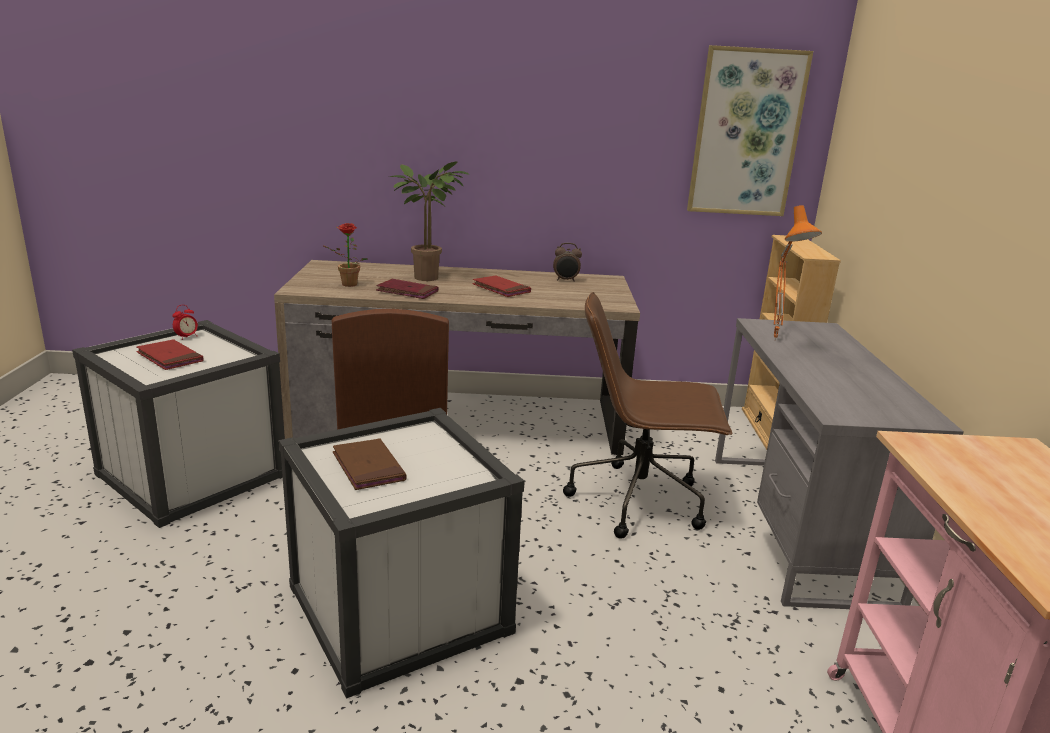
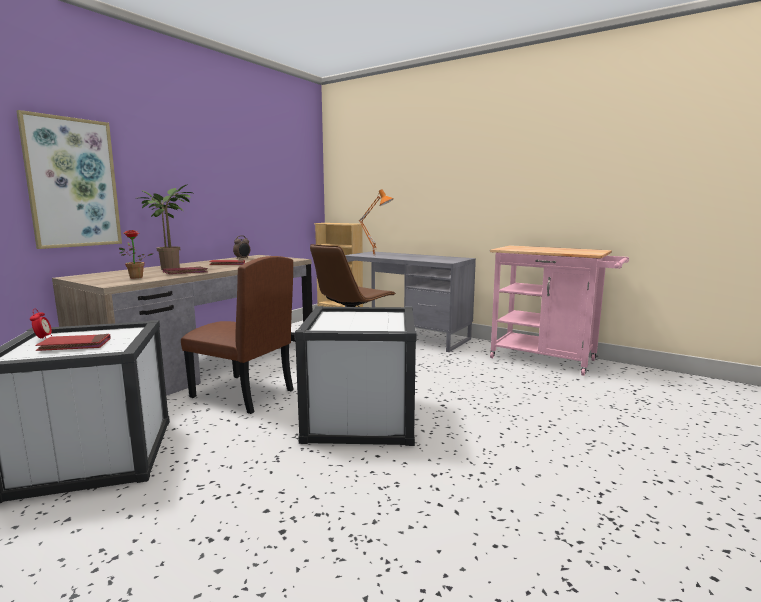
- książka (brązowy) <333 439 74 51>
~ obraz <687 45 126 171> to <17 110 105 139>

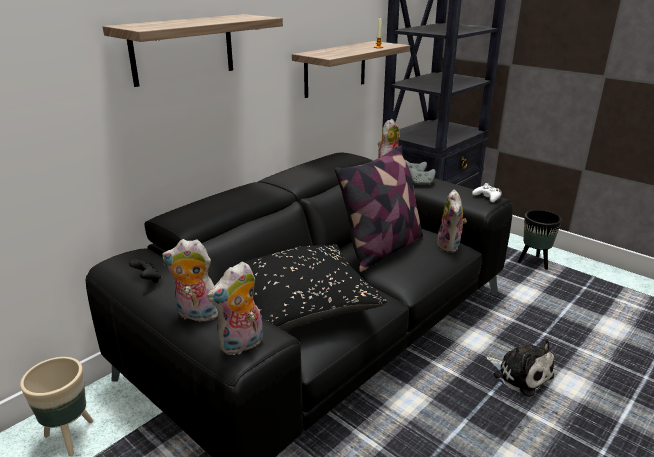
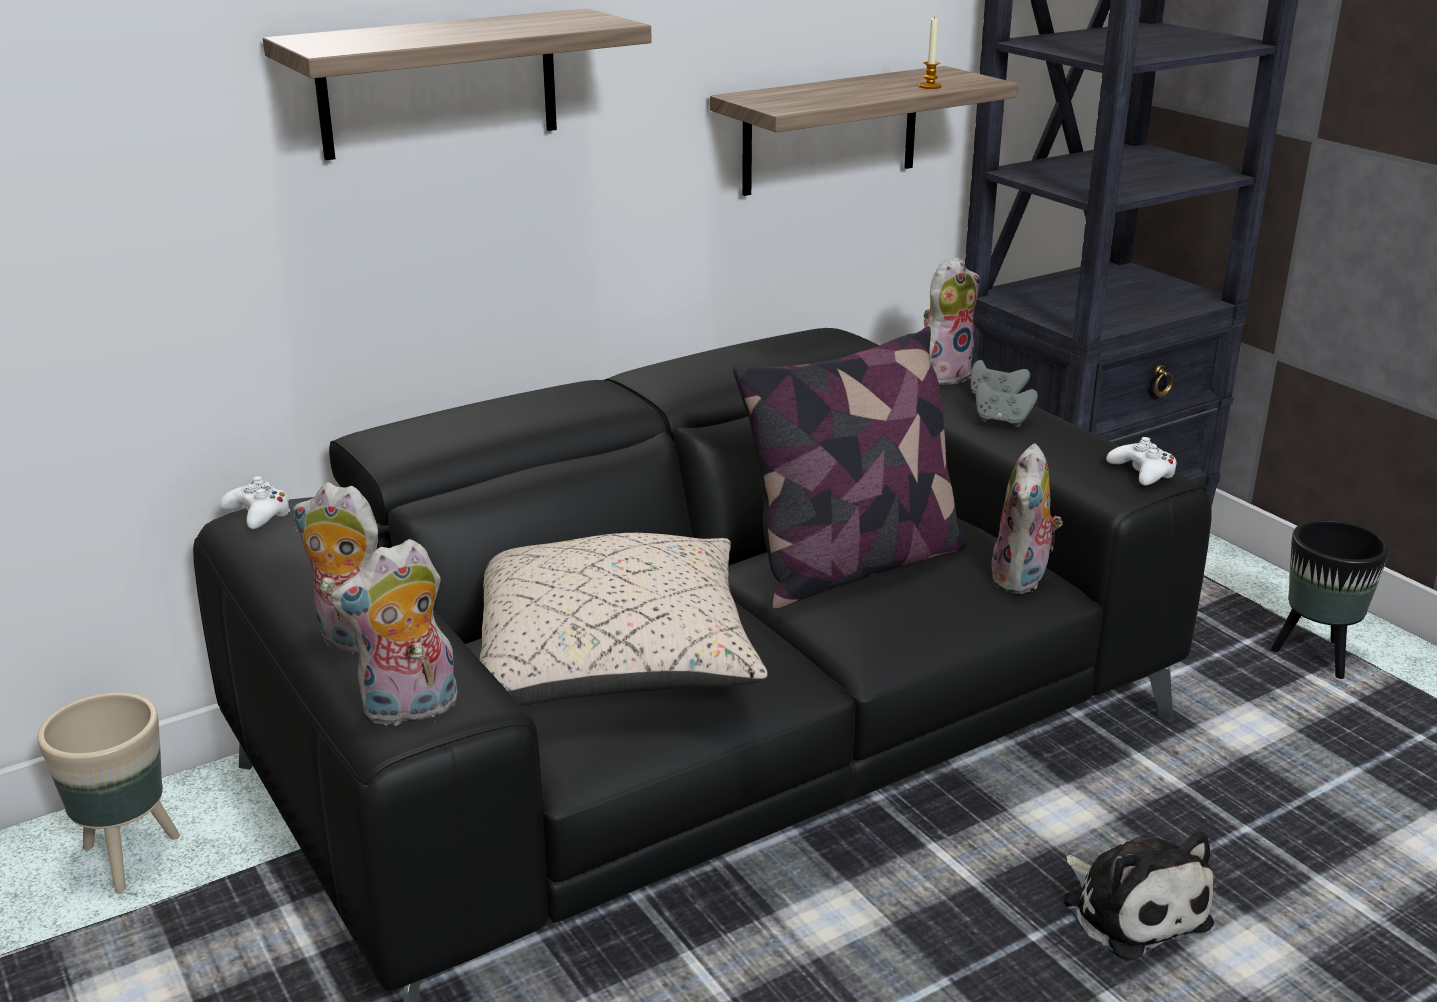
- pad do gier (czarny) <129 259 32 24>
~ poduszka (czarny) <245 244 142 87> to poduszka (beżowy) <479 533 289 173>
+ pad do gier (biały) <220 476 71 53>

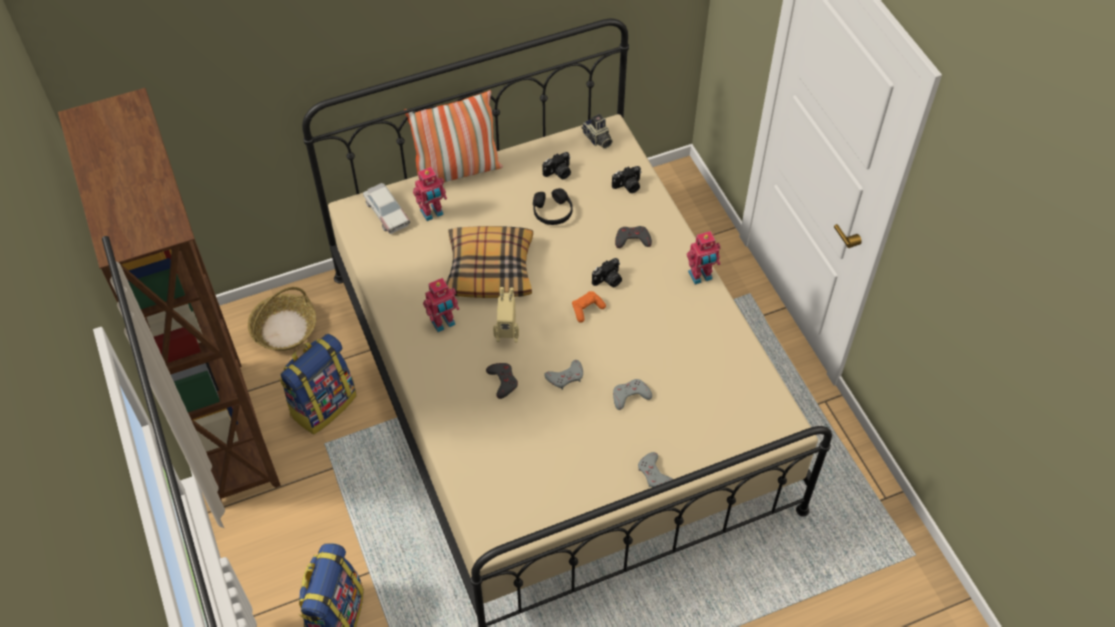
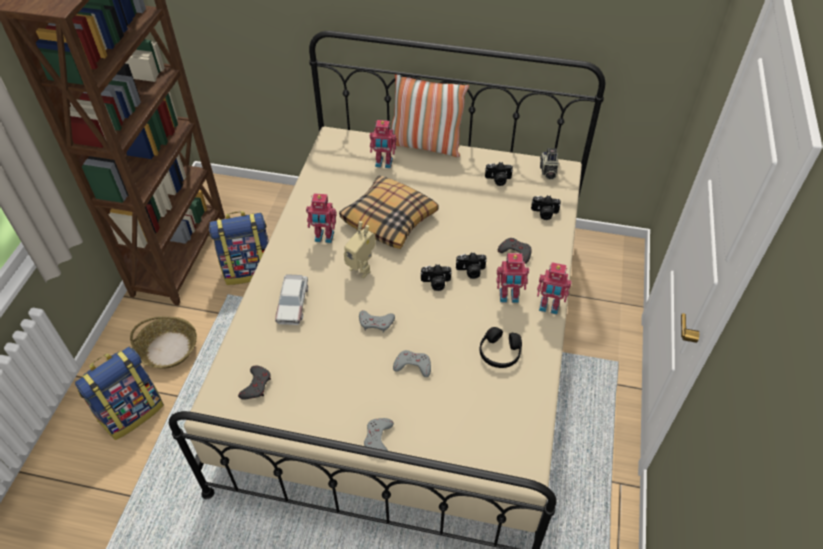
~ koszyk <248 287 68 64> to <130 316 67 53>
~ samochodzik <363 183 47 51> to <275 274 33 51>
~ pad do gier (szary) <486 363 32 36> to <238 365 33 35>
~ słuchawki (czarny) <533 188 40 37> to <479 327 43 41>
~ pad do gier (pomarańczowy) <572 291 34 32> to aparat fotograficzny <421 264 31 27>
+ robot zabawkowy <496 253 33 50>

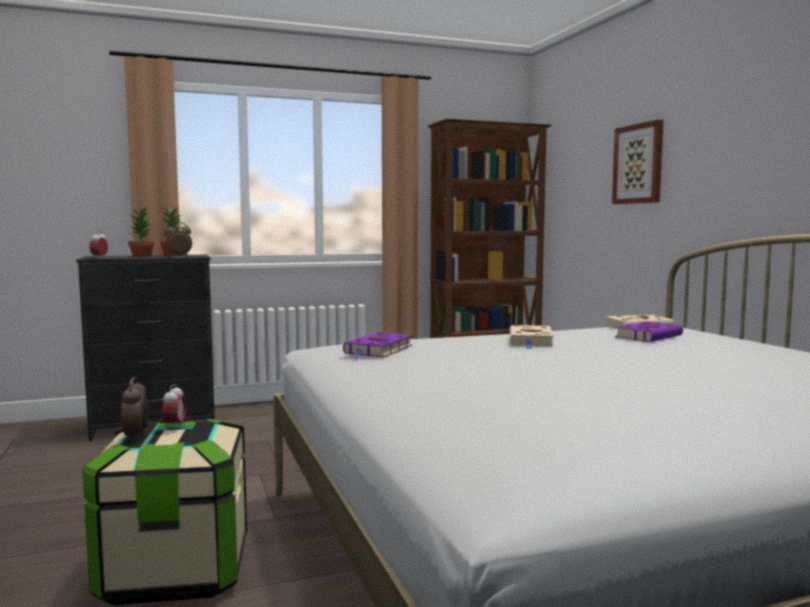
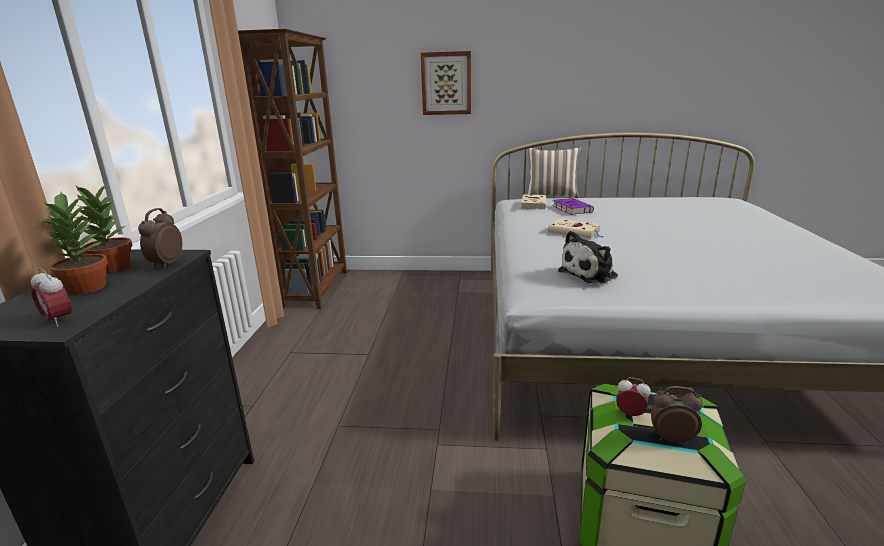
~ książka (fioletowy) <343 332 69 27> to pluszak <558 231 60 53>
+ poduszka <527 147 55 51>

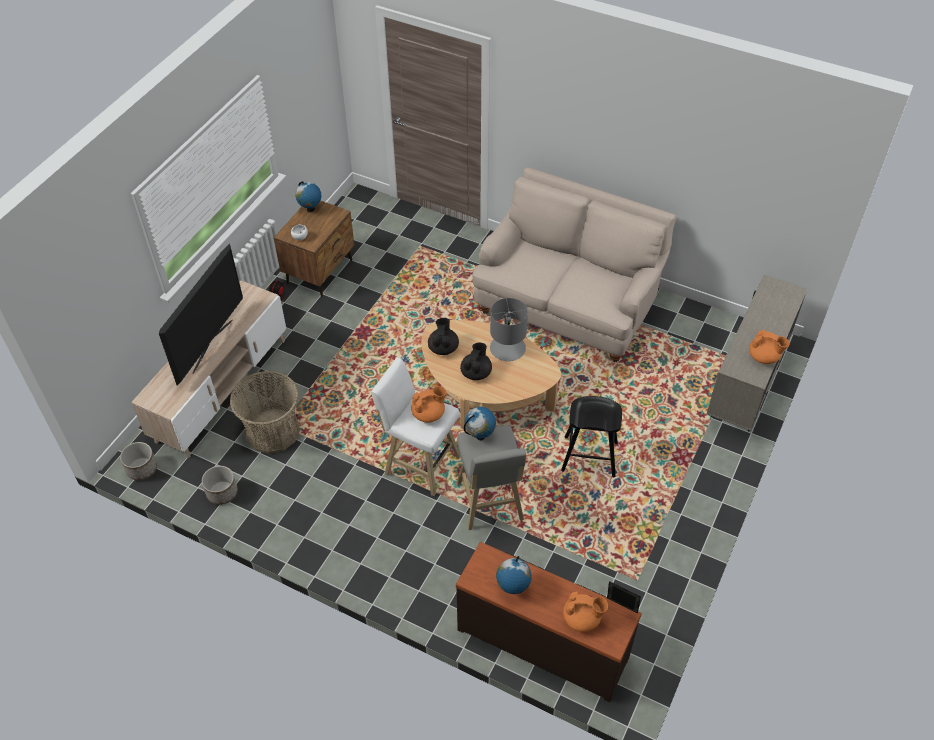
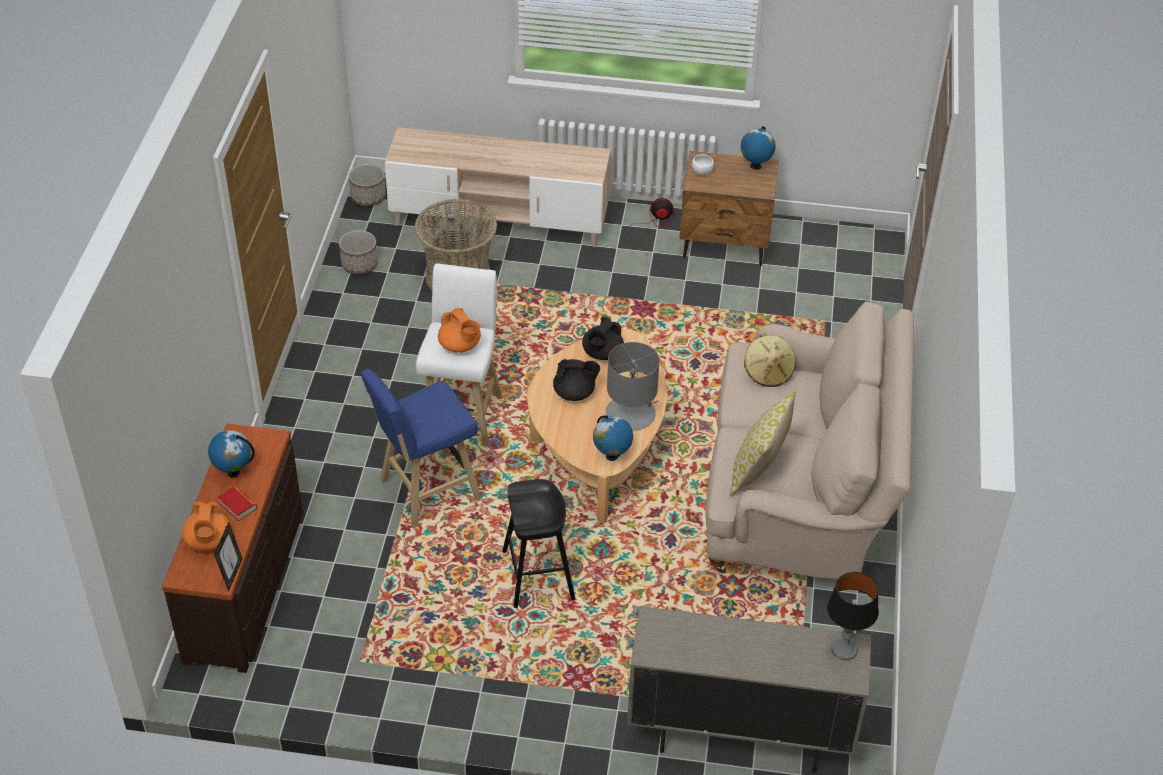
- telewizor <159 244 84 141>
~ imbryk (czarny) <428 318 31 37> = <582 317 42 43> 135 degrees clockwise
~ stołek (szary) <457 425 69 105> to stołek (niebieski) <361 369 120 160>
~ globus <464 407 32 33> to <593 415 40 46>
- imbryk (pomarańczowy) <749 330 41 34>
+ książka <217 486 40 35>
+ poduszka <730 390 66 106>
+ kapelusz (beżowy) <744 334 52 53>
+ lampa stołowa <827 572 52 88>

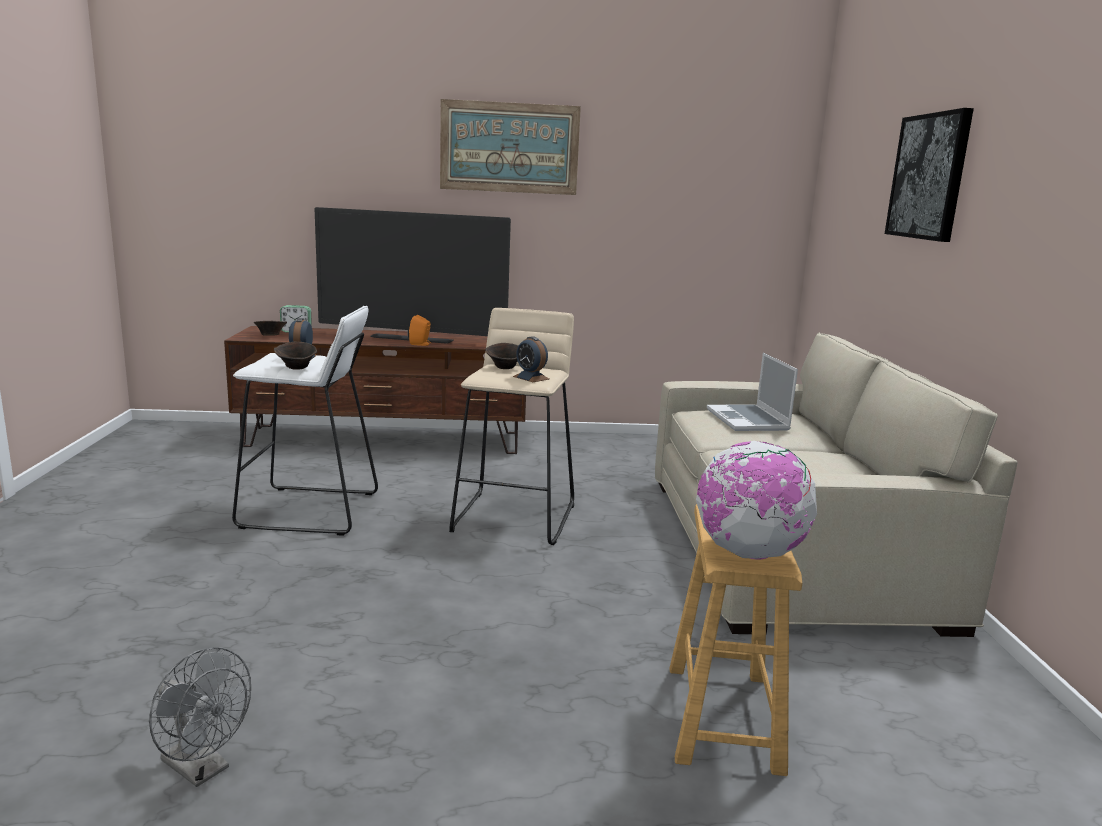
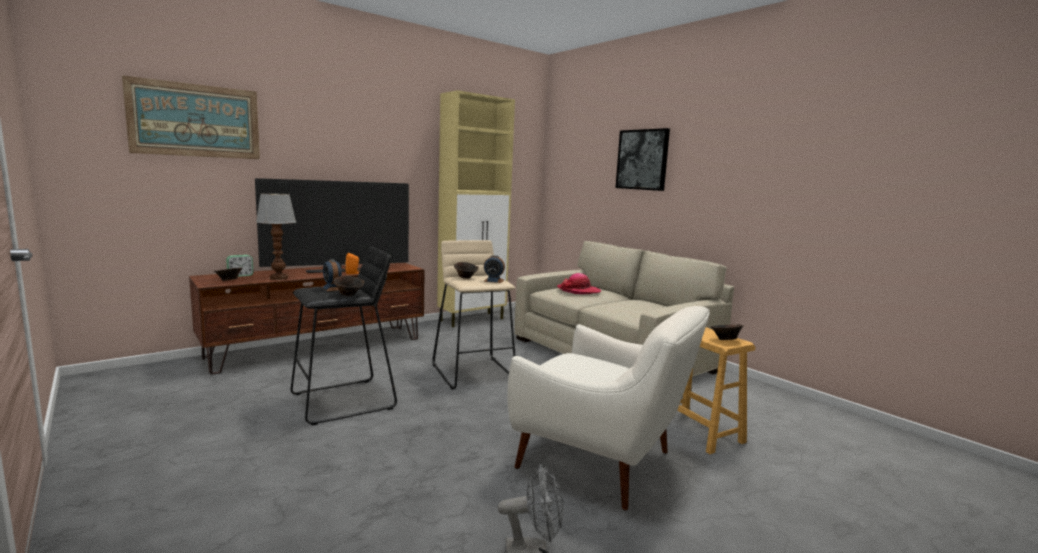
~ stołek (biały) <232 306 146 230> to stołek (czarny) <290 246 107 179>
~ obraz <440 99 141 96> to <122 75 138 84>
~ globus <696 441 121 119> to miska (brązowy) <711 324 32 16>
~ laptop <707 352 91 79> to kapelusz <557 273 44 21>
+ lampa stołowa <256 193 40 87>
+ szafka (beżowy) <437 90 78 237>
+ fotel (biały) <507 306 203 205>

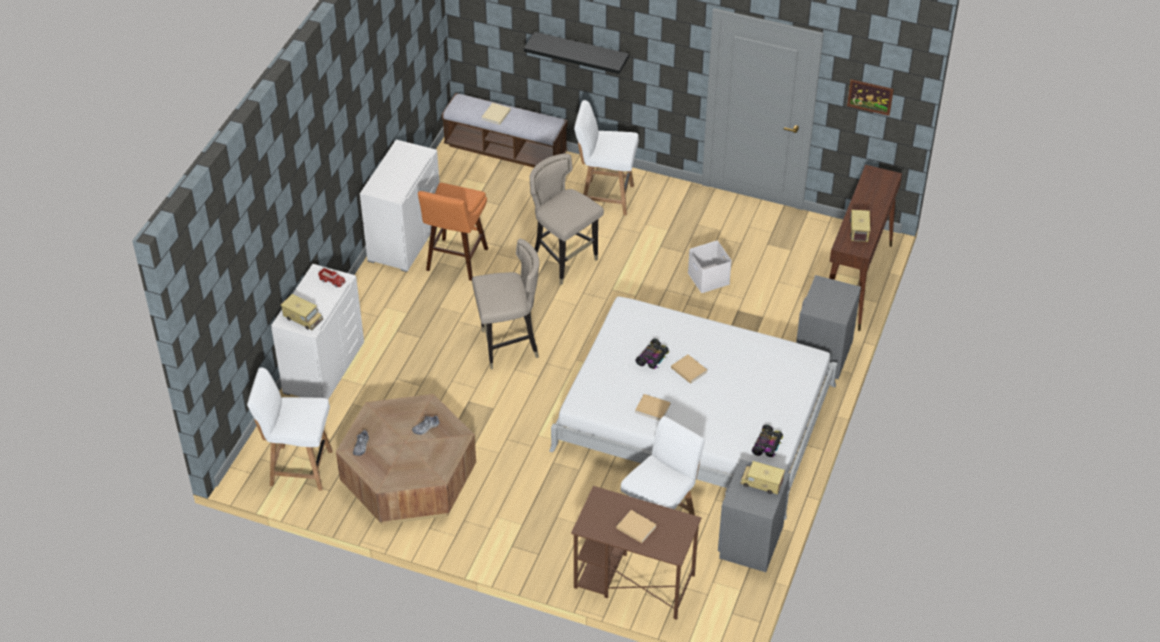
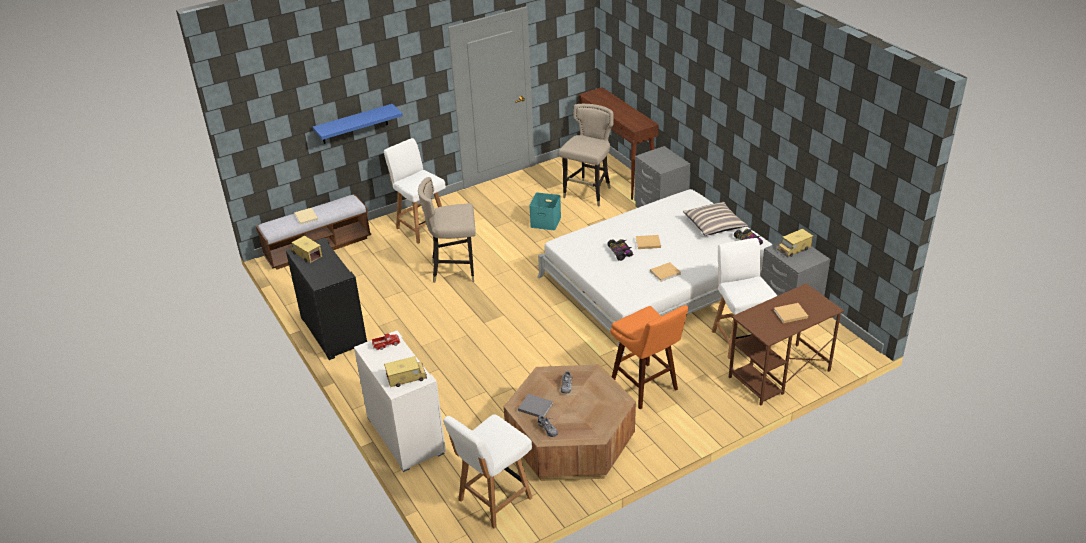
~ komoda (biały) <360 140 80 132> to komoda (czarny) <286 238 81 122>
~ stołek (pomarańczowy) <418 183 70 98> to <610 305 78 104>
~ stołek (beżowy) <472 239 67 130> to <559 104 54 103>
~ półka (czarny) <524 32 105 42> to półka (niebieski) <313 104 90 40>
~ krzesło (biały) <574 100 65 116> = <384 138 62 106> 90 degrees clockwise
~ pojemnik do przechowywania (biały) <688 241 44 52> to pojemnik do przechowywania (turkusowy) <529 192 32 38>
- obraz <847 79 47 37>
~ ciężarówka zabawkowa <850 210 20 32> to <290 235 32 28>
+ książka (szary) <518 394 35 23>
+ poduszka <683 202 65 34>

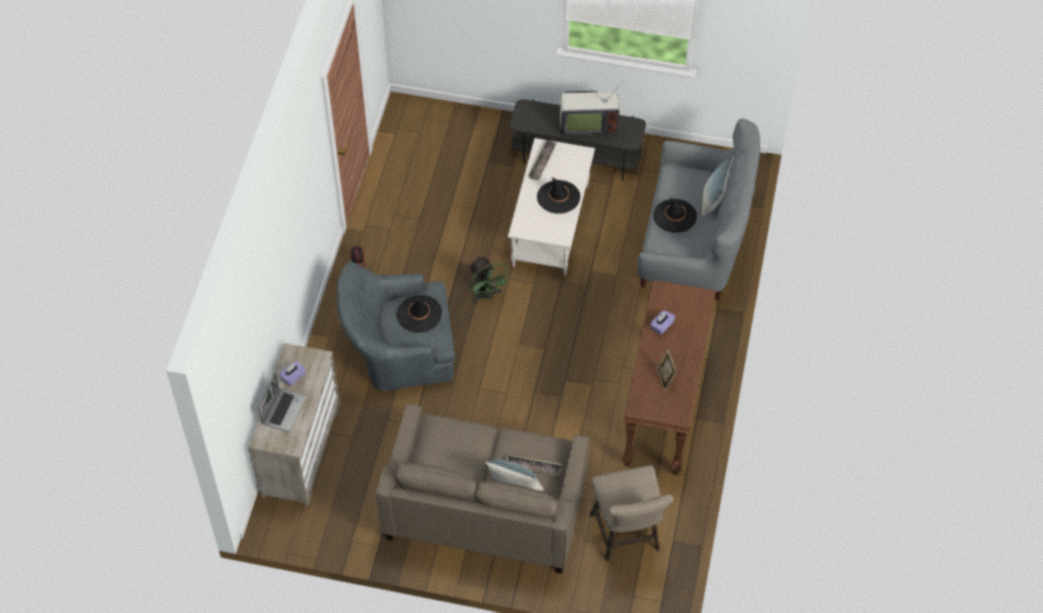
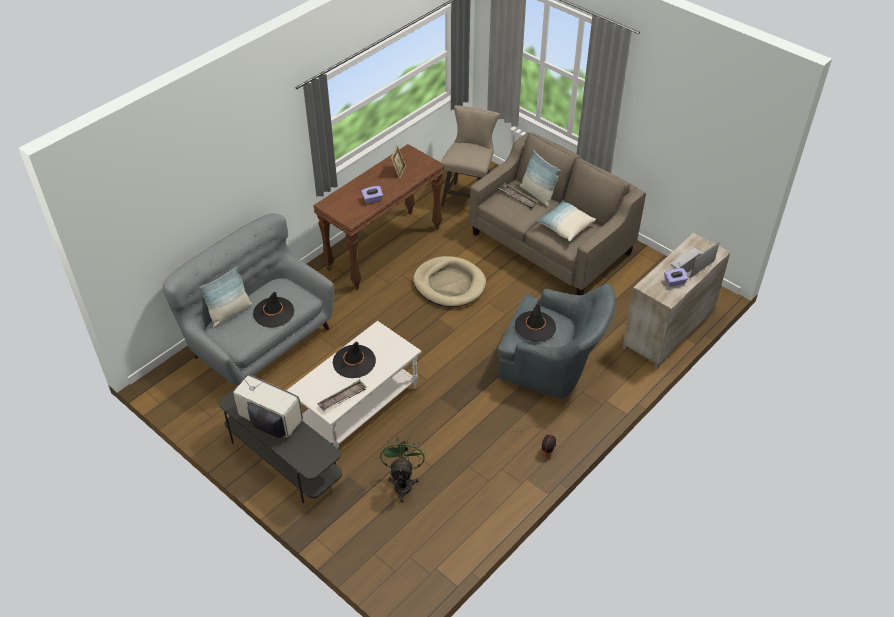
~ wentylator (zielony) <469 256 42 48> to <380 436 45 66>
+ legowisko (beżowy) <413 256 73 51>
+ poduszka <536 200 60 42>

